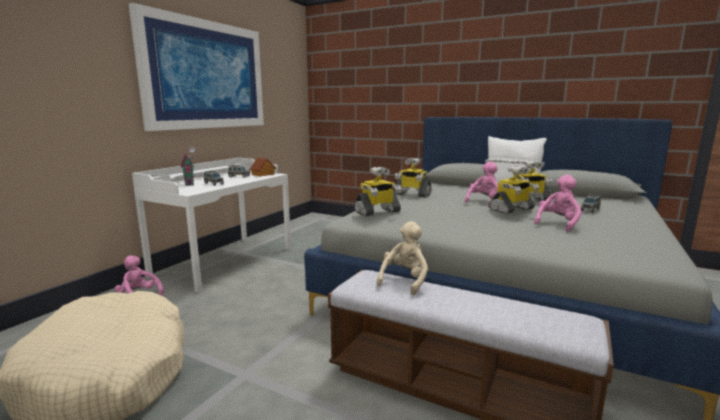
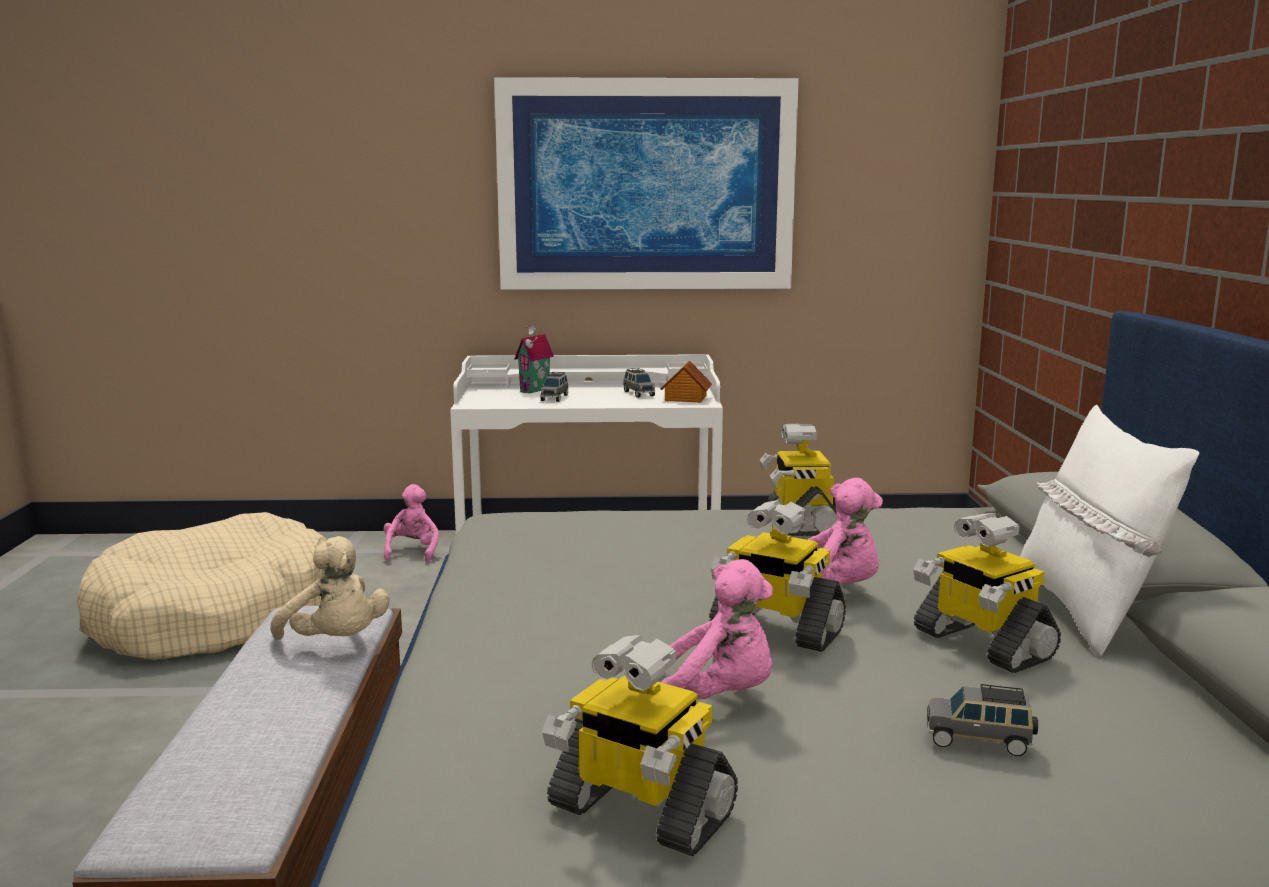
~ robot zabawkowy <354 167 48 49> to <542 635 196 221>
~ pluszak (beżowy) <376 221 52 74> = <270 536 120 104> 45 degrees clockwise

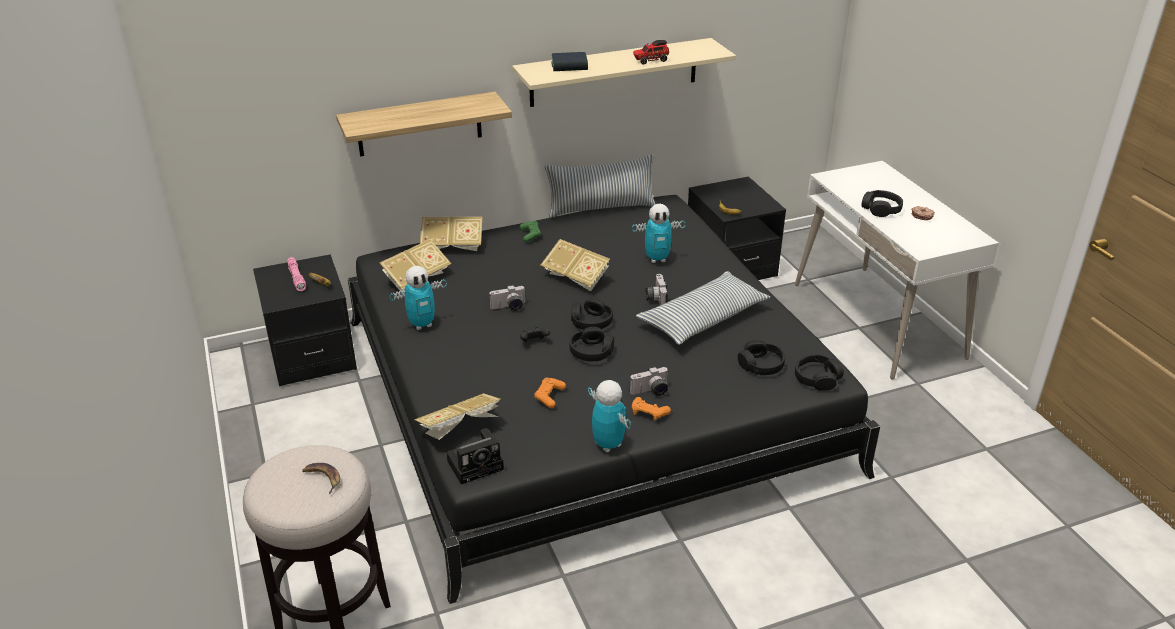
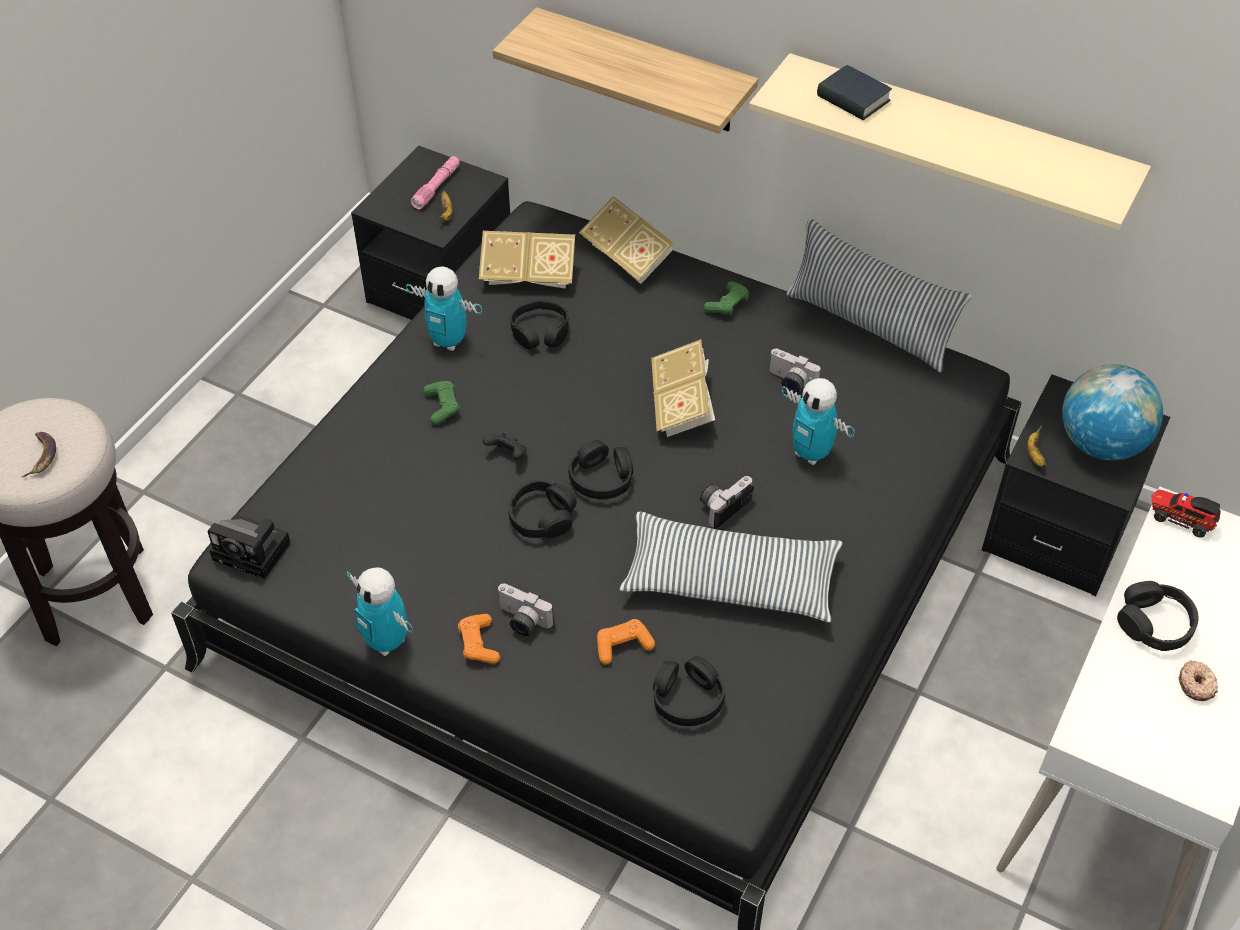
- książka <414 393 87 47>
~ aparat fotograficzny <489 285 36 26> to <769 348 52 46>
~ pad do gier (pomarańczowy) <534 378 32 30> to <597 619 58 45>
~ robot zabawkowy <588 380 43 72> = <346 567 67 89> 120 degrees clockwise
~ ciężarówka zabawkowa <633 40 36 25> to <1151 490 70 48>
~ słuchawki (czarny) <795 354 49 37> to <510 299 58 50>
+ pad do gier (zielony) <423 381 37 44>
+ globus <1062 364 101 96>

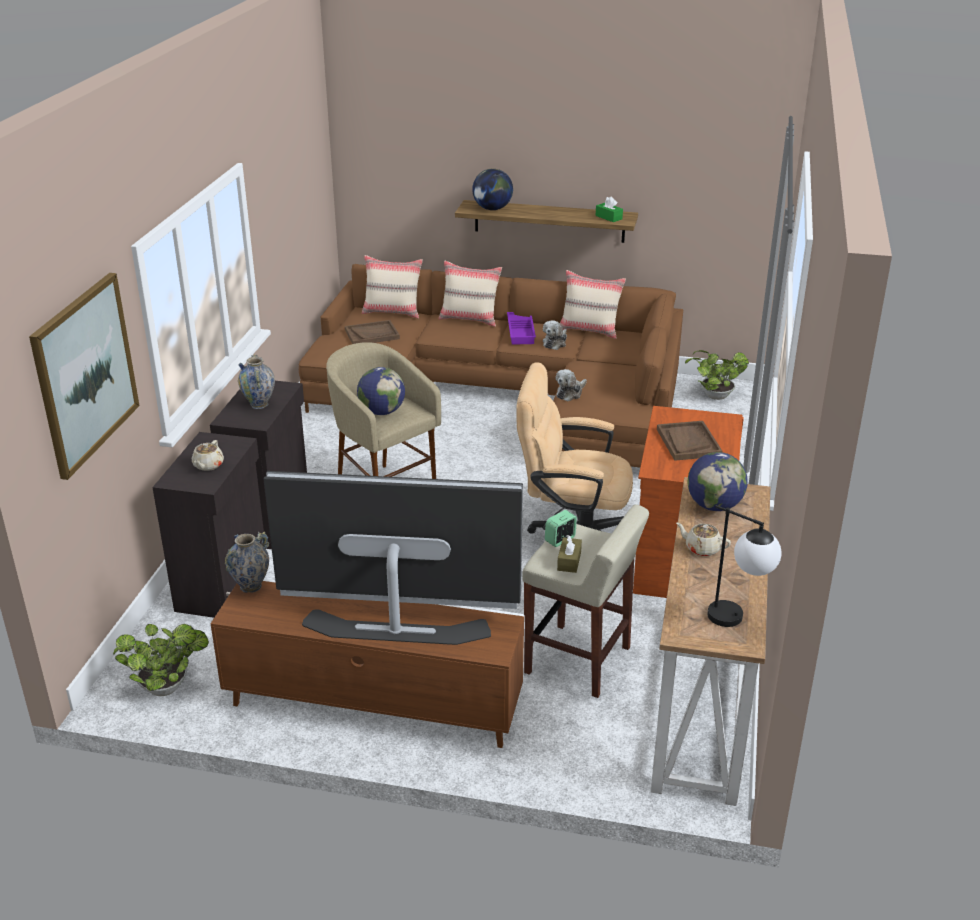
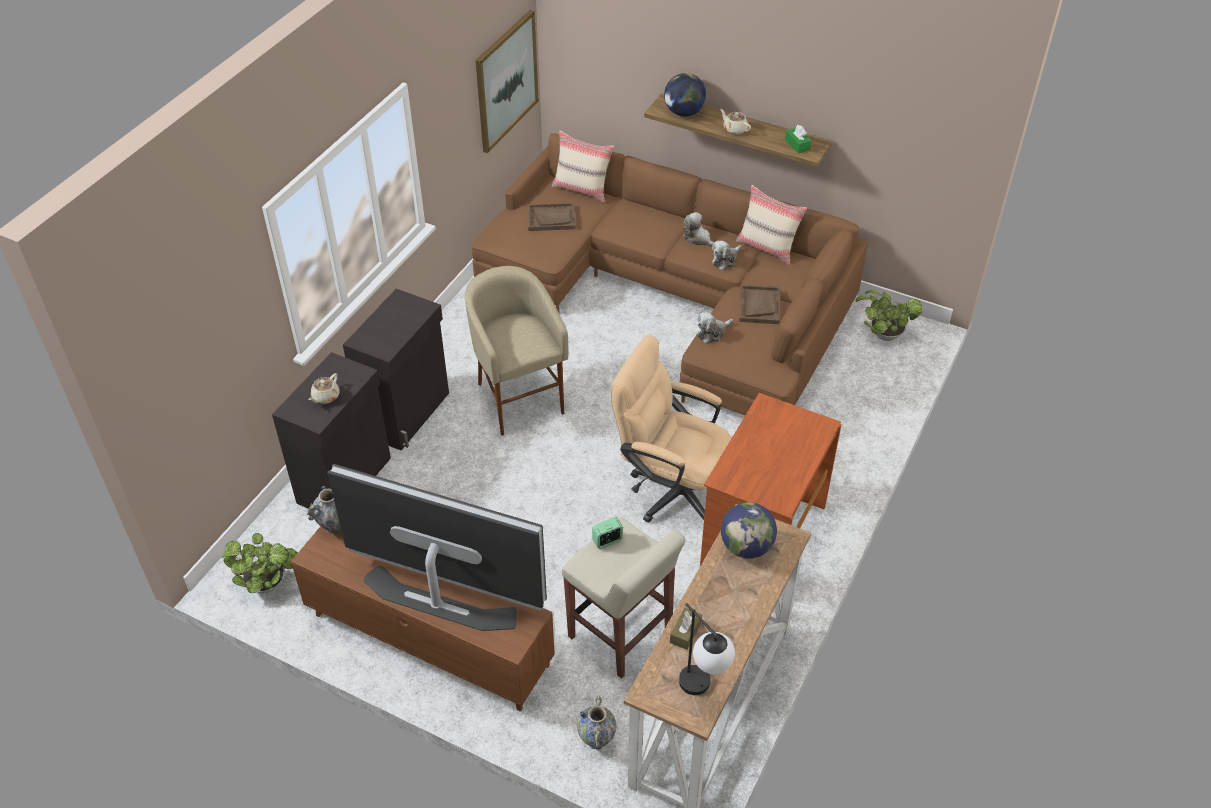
~ obraz <29 273 111 207> to <476 10 63 143>
~ wazon <238 354 37 55> to <577 695 39 55>
- globus <357 367 48 48>
- poduszka (beżowy) <439 260 63 67>
~ taca (fioletowy) <507 312 29 33> to pluszak <683 212 31 35>
~ pudełko chusteczek (brązowy) <557 535 25 38> to <670 608 32 42>
~ taca (brązowy) <657 421 66 40> to <739 285 41 39>
~ imbryk (beżowy) <676 523 55 33> to <720 109 31 26>

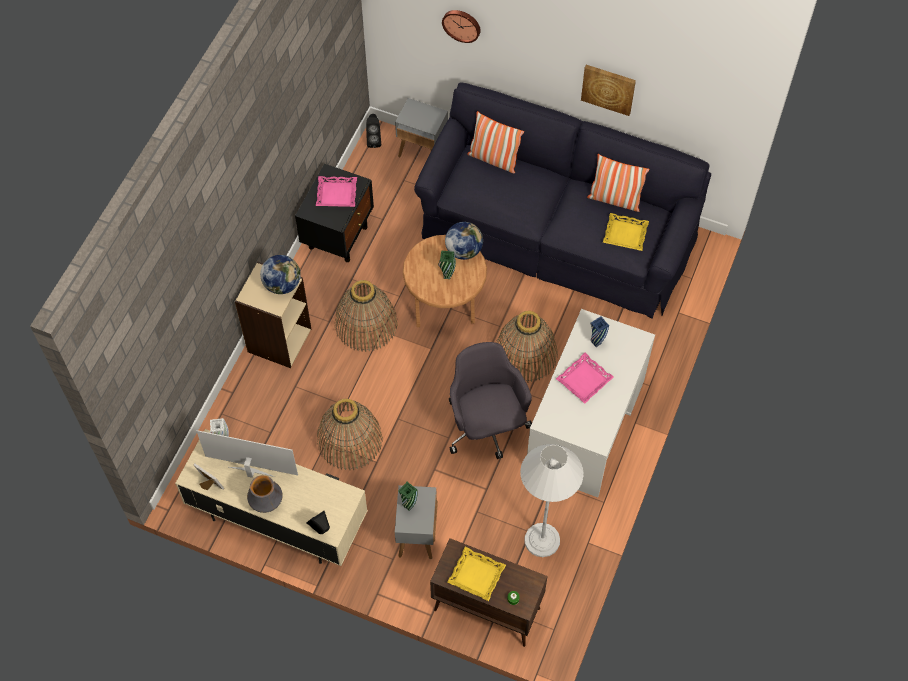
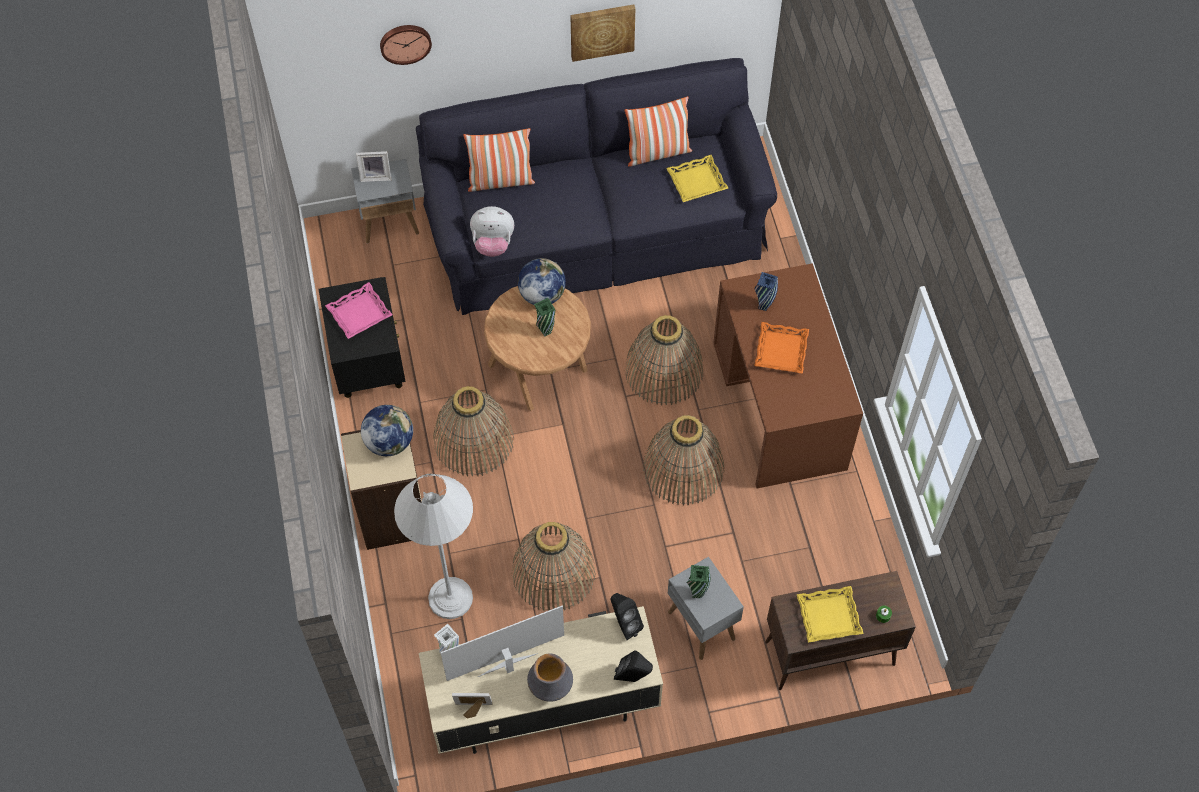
~ głośnik (czarny) <366 114 15 34> to <611 593 33 47>
~ krzesło biurowe (szary) <449 342 83 117> to koszyk <643 415 81 91>
~ lampa stojąca (biały) <520 444 63 113> to <394 474 79 145>
~ biurko (biały) <527 309 128 188> to biurko (brązowy) <713 263 150 225>
~ taca (różowy) <556 353 57 51> to taca (pomarańczowy) <754 322 55 52>
+ ramka na zdjęcie <356 151 35 31>
+ pluszak <470 206 44 51>

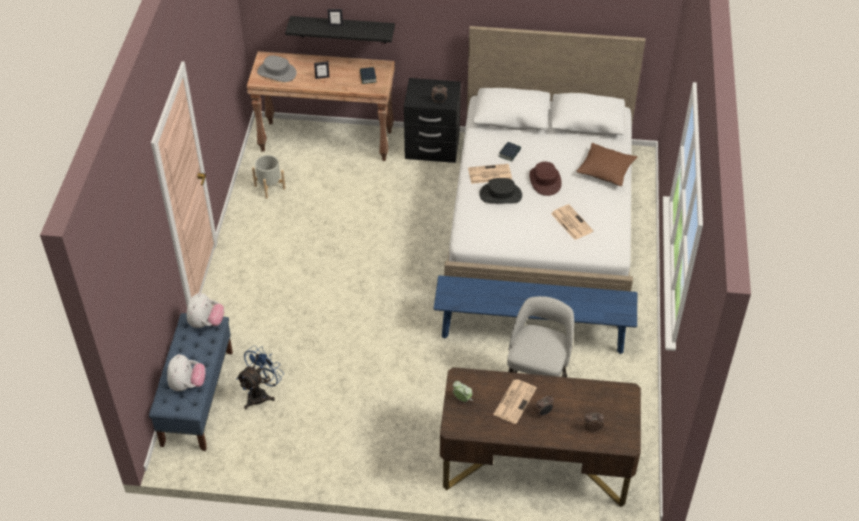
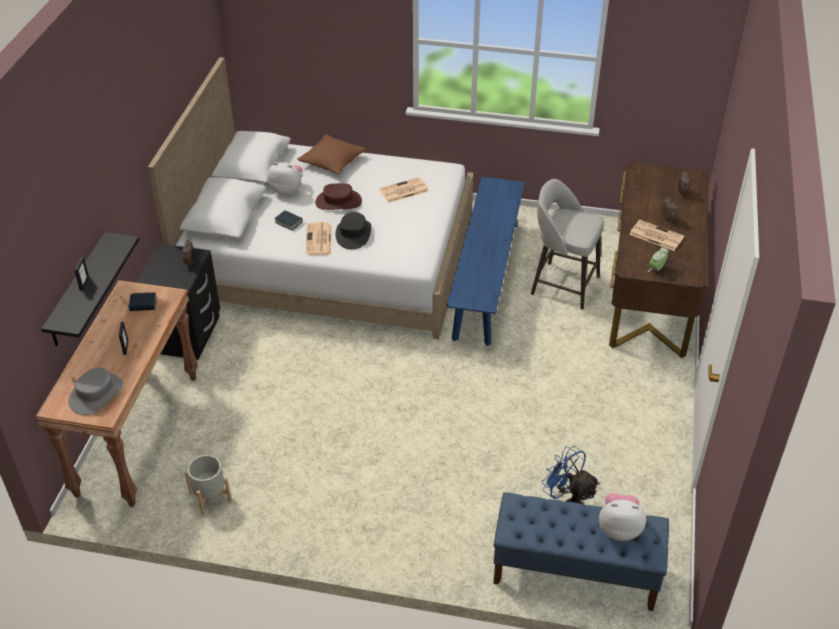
~ pluszak <187 292 37 36> to <267 162 36 34>

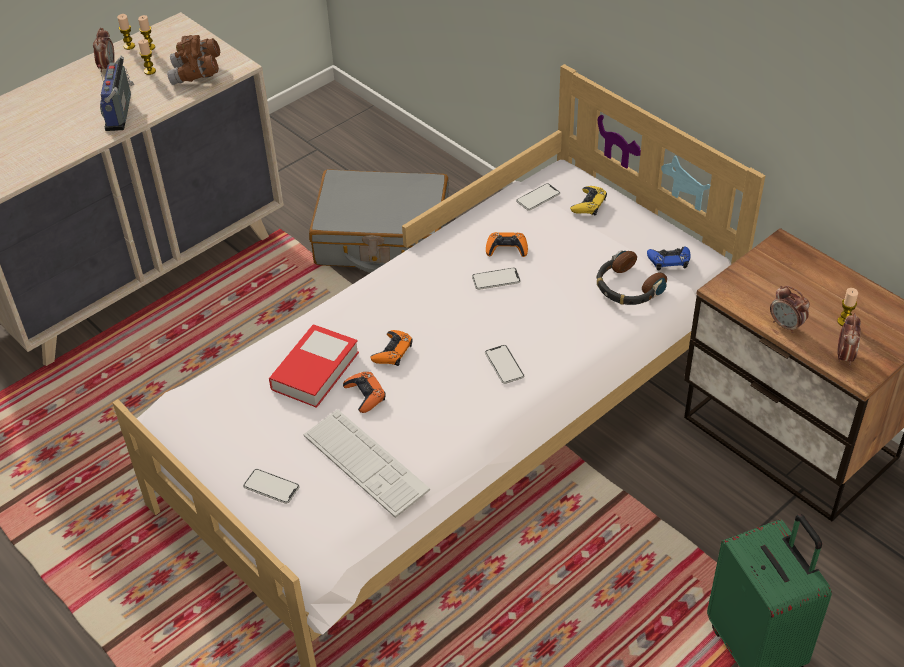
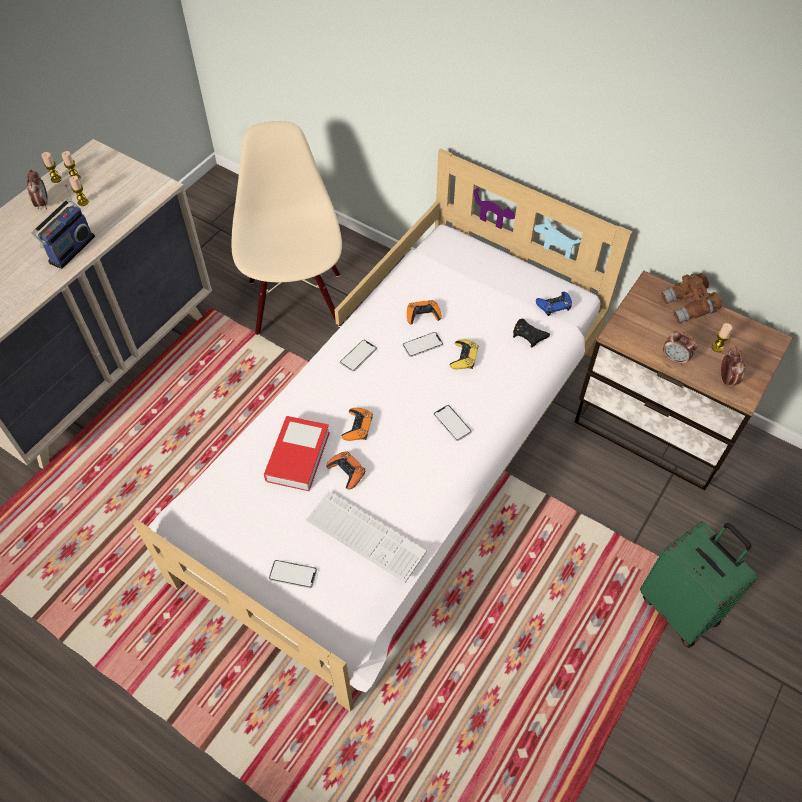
~ radio <98 56 36 75> = <31 184 64 85> 135 degrees counterclockwise
~ lornetka (brązowy) <167 35 54 50> to <661 273 61 51>
~ walizka (szary) <309 169 140 104> to krzesło (beżowy) <232 121 110 214>
~ telefon <516 183 44 28> to <340 340 37 31>
~ pad do gier (żółty) <570 186 37 30> to <450 339 28 30>
~ słuchawki <596 250 71 55> to pad do gier (czarny) <513 319 37 29>

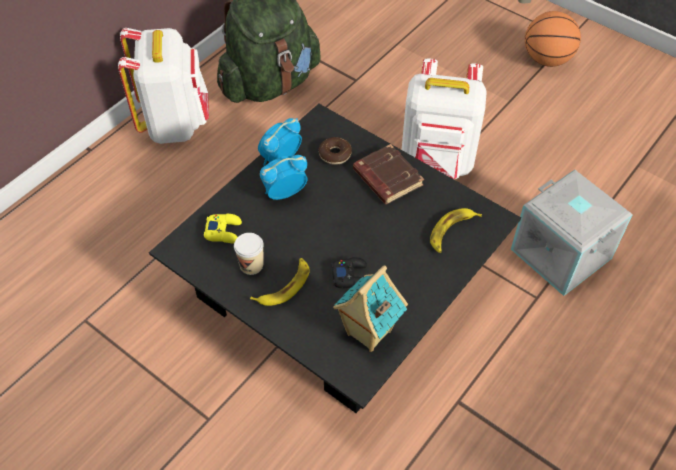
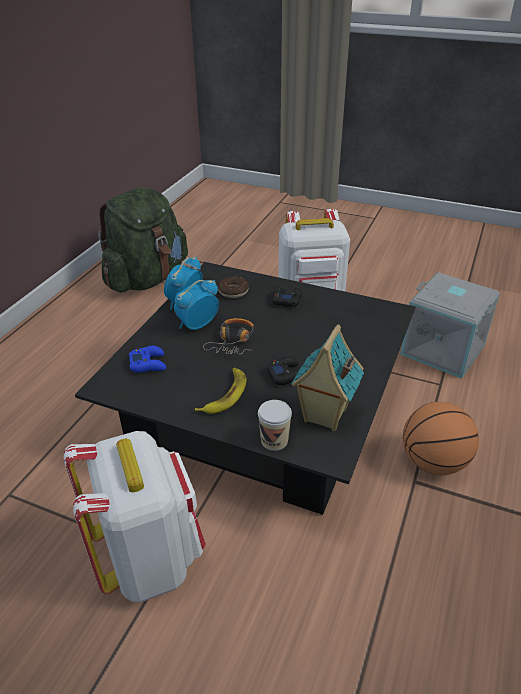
~ plecak (biały) <118 28 91 116> to <64 431 142 171>
~ pad do gier (żółty) <204 214 38 30> to pad do gier (niebieski) <129 346 37 27>
~ filiżanka <234 233 30 42> to <258 400 34 51>
~ książka (brązowy) <353 144 71 60> to pad do gier (czarny) <272 287 30 19>
- banan <430 208 52 45>
~ piłka do koszykówki <525 11 56 56> to <403 402 76 73>
+ słuchawki <203 318 51 36>

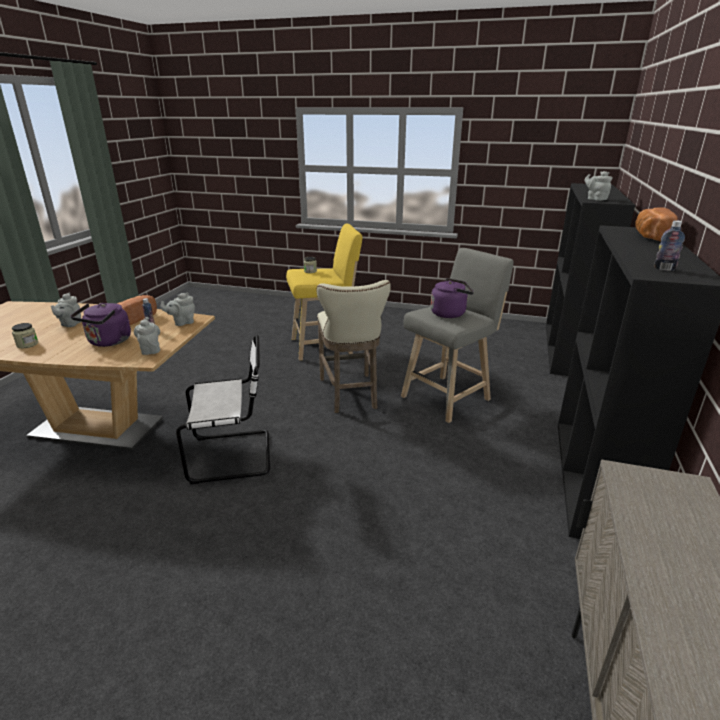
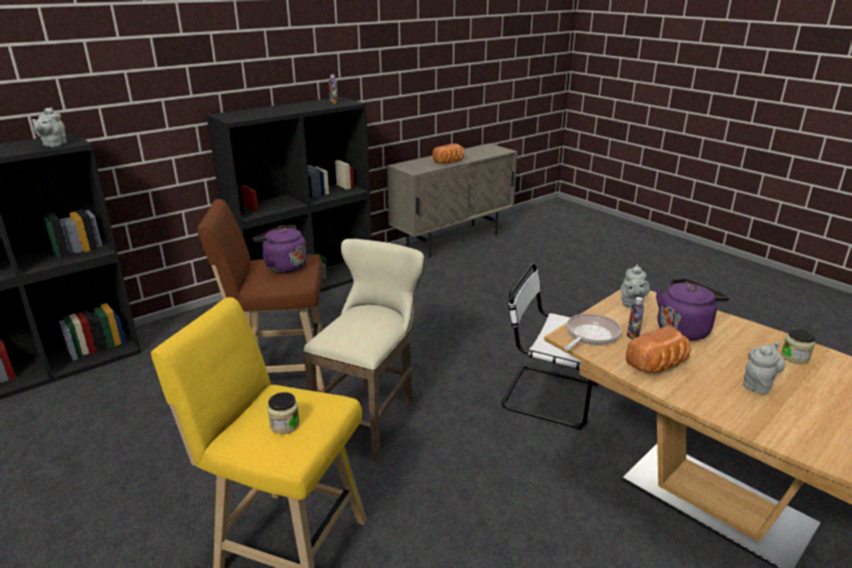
~ imbryk (szary) <161 292 34 34> to patelnia <564 314 58 36>
~ stołek (szary) <401 248 112 175> to stołek (brązowy) <197 199 127 192>
~ chleb <635 207 43 34> to <433 143 31 21>

